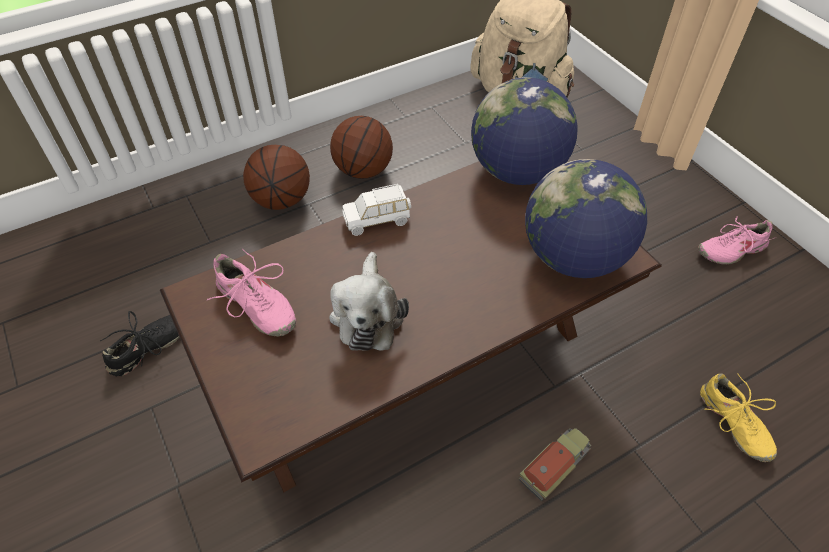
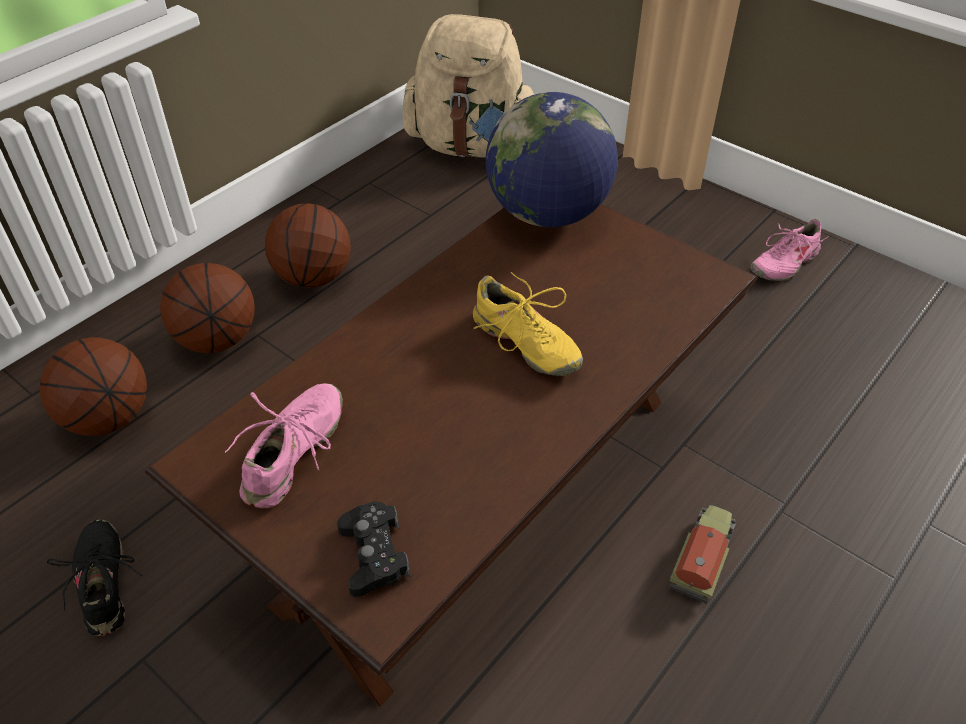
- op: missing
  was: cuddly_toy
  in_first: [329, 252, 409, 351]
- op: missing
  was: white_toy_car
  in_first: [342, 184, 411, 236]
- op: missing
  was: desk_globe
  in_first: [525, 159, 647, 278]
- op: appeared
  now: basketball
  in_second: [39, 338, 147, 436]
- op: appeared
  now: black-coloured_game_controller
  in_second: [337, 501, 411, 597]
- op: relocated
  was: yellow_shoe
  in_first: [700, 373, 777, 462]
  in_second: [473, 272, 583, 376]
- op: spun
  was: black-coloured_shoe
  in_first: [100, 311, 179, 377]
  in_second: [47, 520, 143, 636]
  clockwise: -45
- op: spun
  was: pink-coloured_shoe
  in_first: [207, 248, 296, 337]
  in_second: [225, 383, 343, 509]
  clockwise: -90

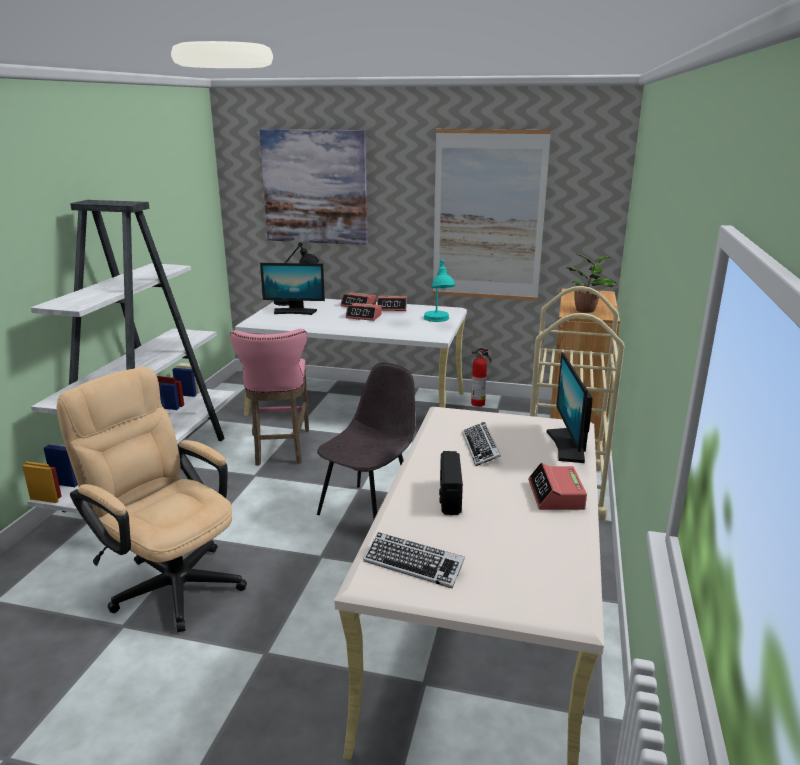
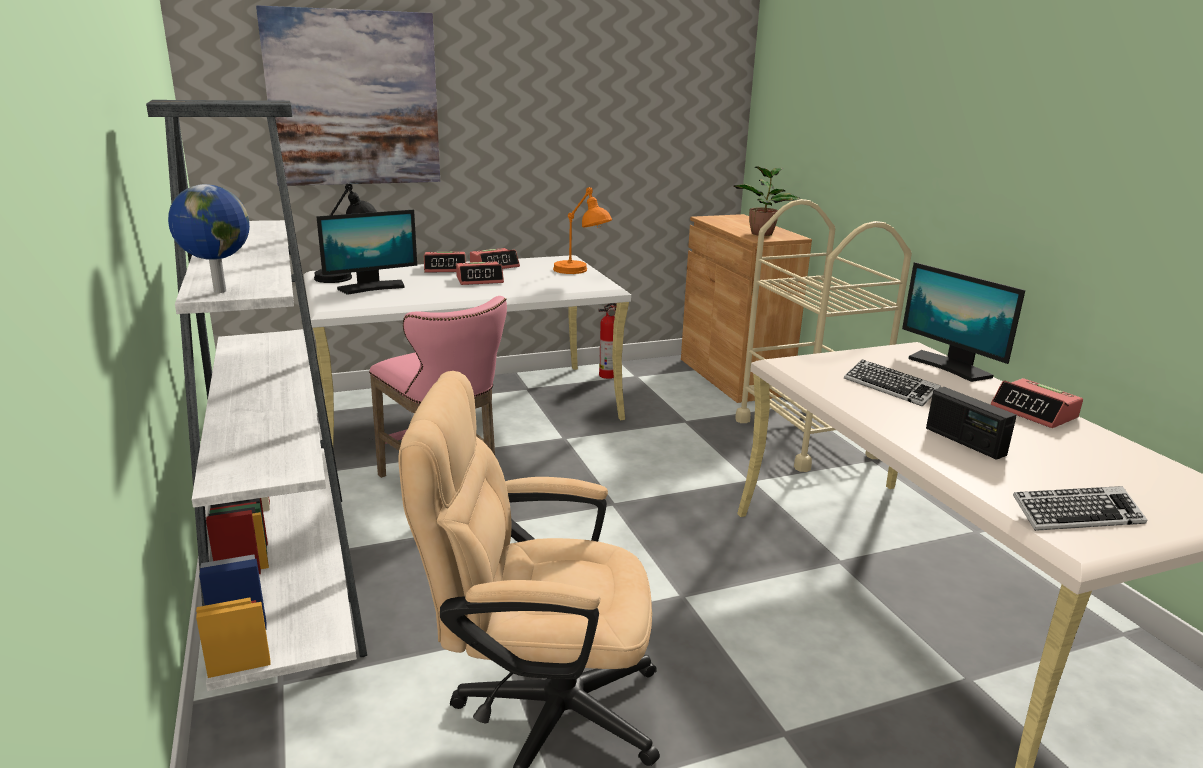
- op: missing
  was: greyish_upright_chair
  in_first: [317, 363, 415, 519]
- op: missing
  was: picture
  in_first: [433, 129, 551, 301]
- op: appeared
  now: desk_globe
  in_second: [168, 184, 250, 293]
- op: colour
  was: blue-green_tabletop_lamp
  now: orange-coloured_tabletop_lamp
  in_first: [424, 259, 455, 322]
  in_second: [553, 187, 612, 274]

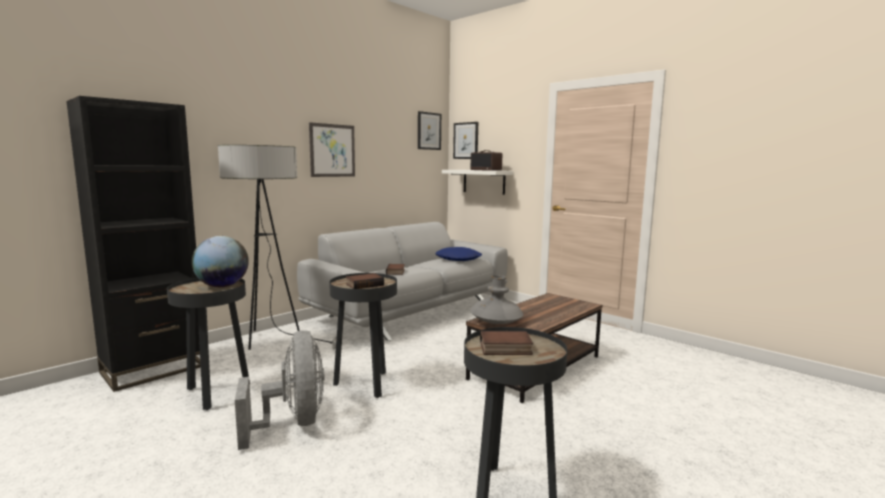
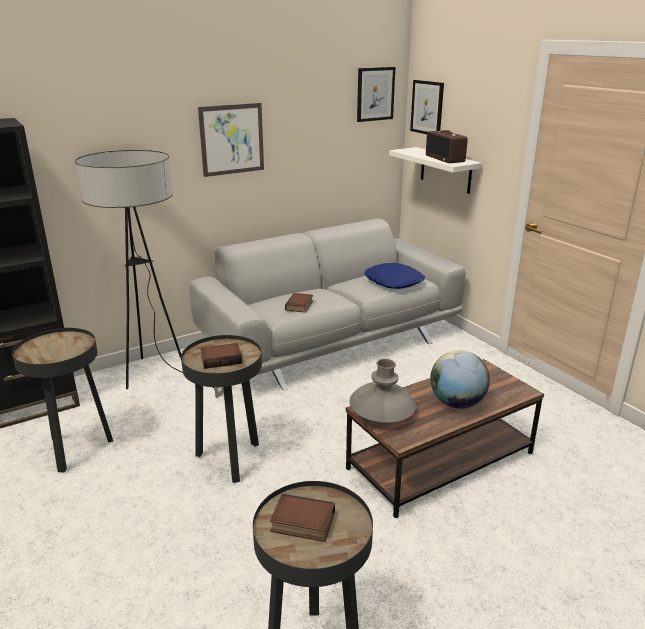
- op: missing
  was: greyish_fan
  in_first: [235, 330, 325, 450]
- op: relocated
  was: desk_globe
  in_first: [192, 236, 249, 287]
  in_second: [430, 350, 490, 409]

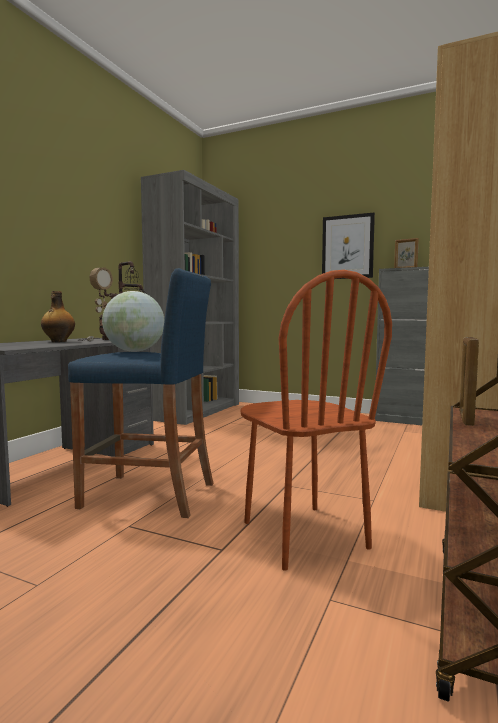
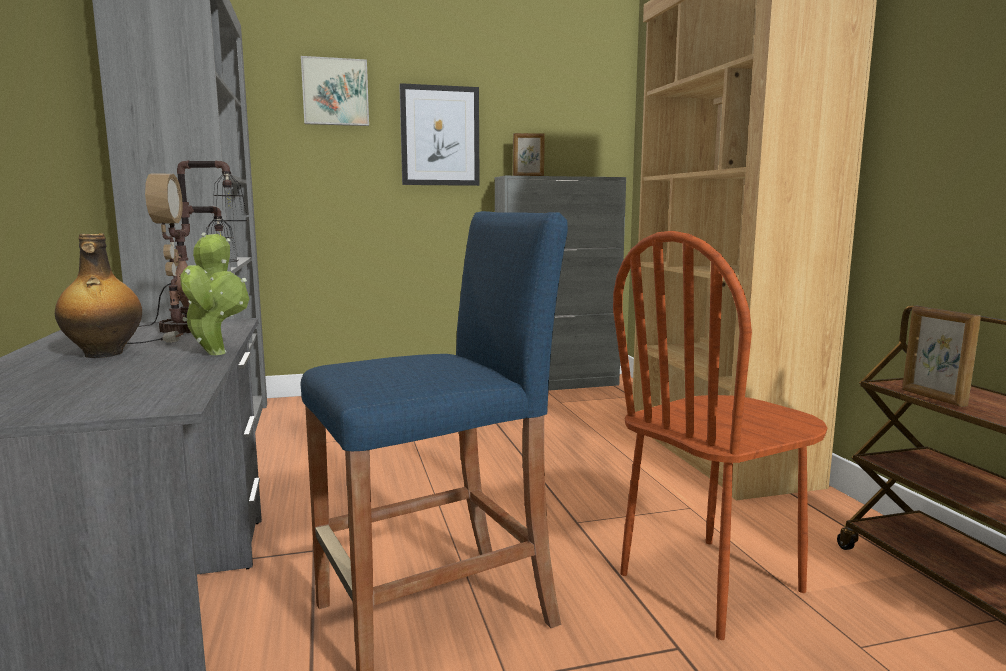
- op: missing
  was: desk_globe
  in_first: [102, 291, 164, 352]
- op: appeared
  now: plant_in_a_pot
  in_second: [180, 232, 249, 355]
- op: appeared
  now: picture
  in_second: [301, 56, 369, 126]
- op: spun
  was: brownish_upright_chair
  in_first: [240, 270, 392, 571]
  in_second: [613, 231, 828, 640]
  clockwise: 120

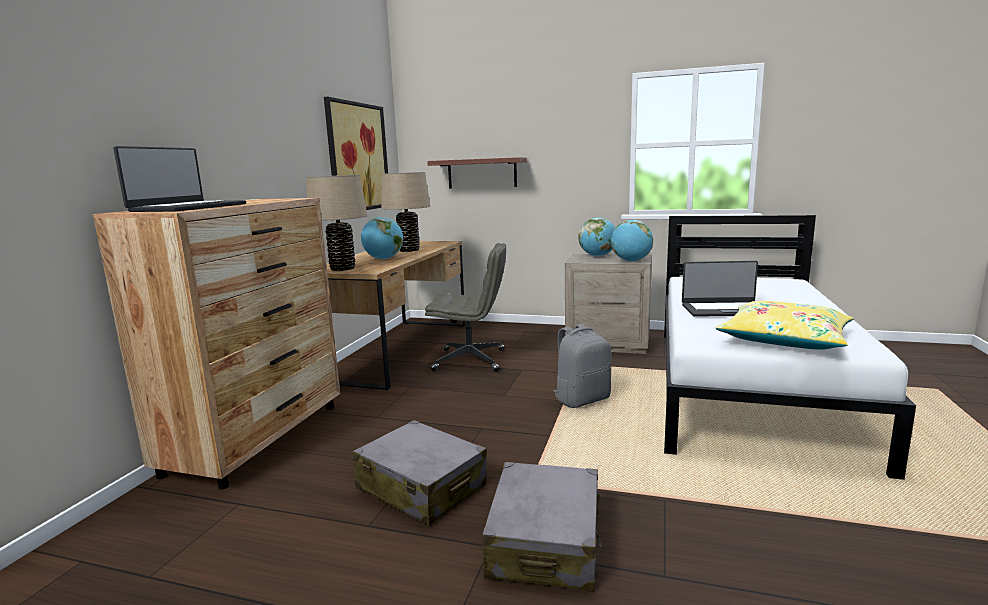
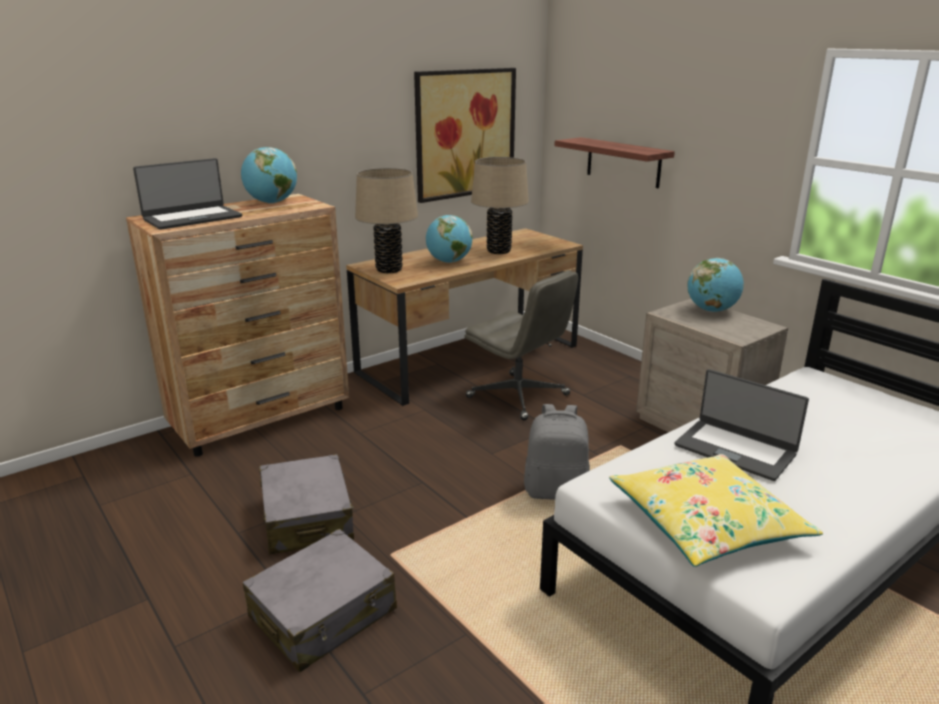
- op: relocated
  was: desk_globe
  in_first: [611, 220, 653, 261]
  in_second: [241, 147, 297, 204]

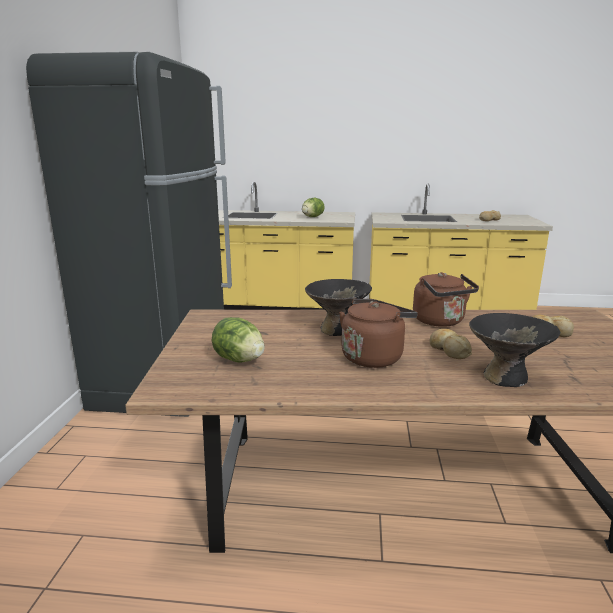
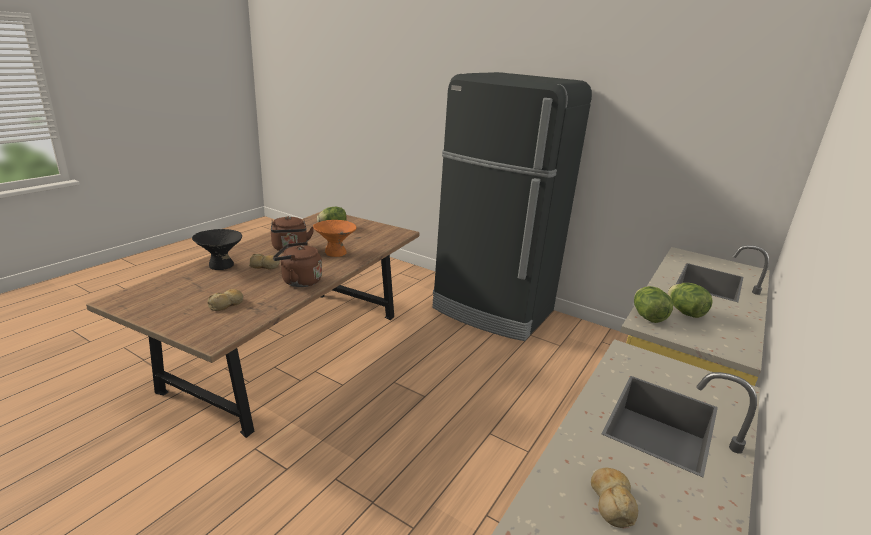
- op: appeared
  now: lettuce
  in_second: [634, 286, 673, 323]
- op: colour
  was: black-coloured_deep_dish
  now: orange-coloured_deep_dish
  in_first: [305, 279, 372, 336]
  in_second: [313, 220, 357, 257]

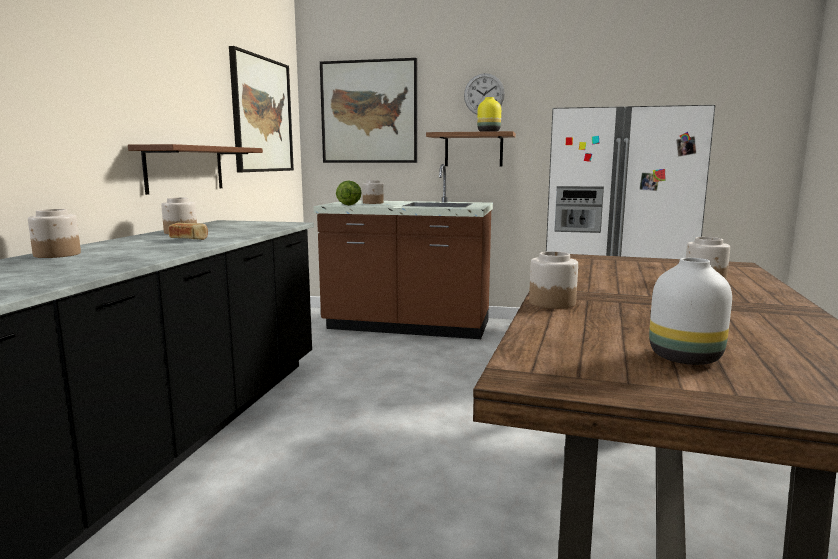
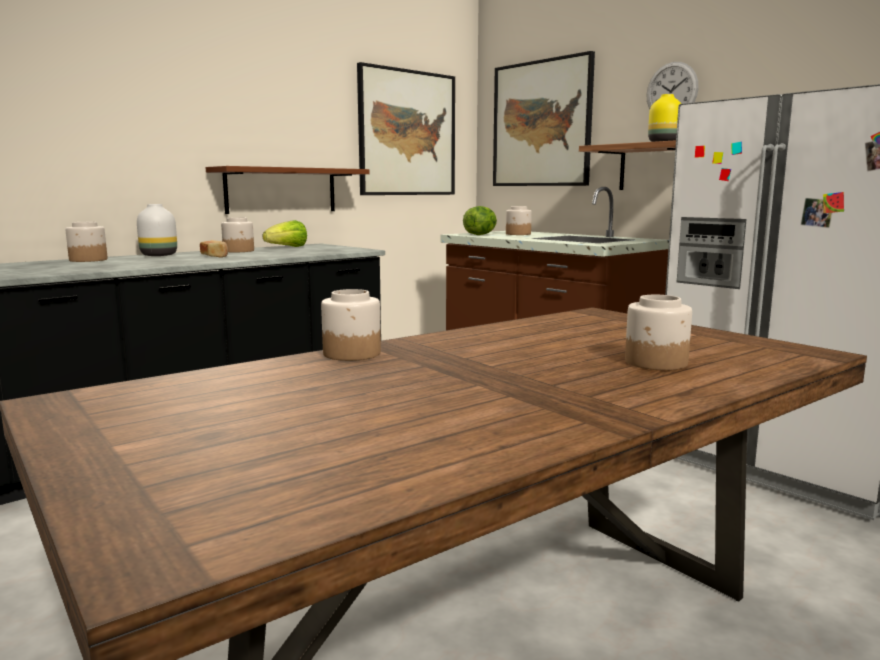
- op: appeared
  now: lettuce
  in_second: [263, 220, 307, 247]
- op: relocated
  was: white_vase
  in_first: [649, 258, 732, 365]
  in_second: [137, 204, 177, 256]

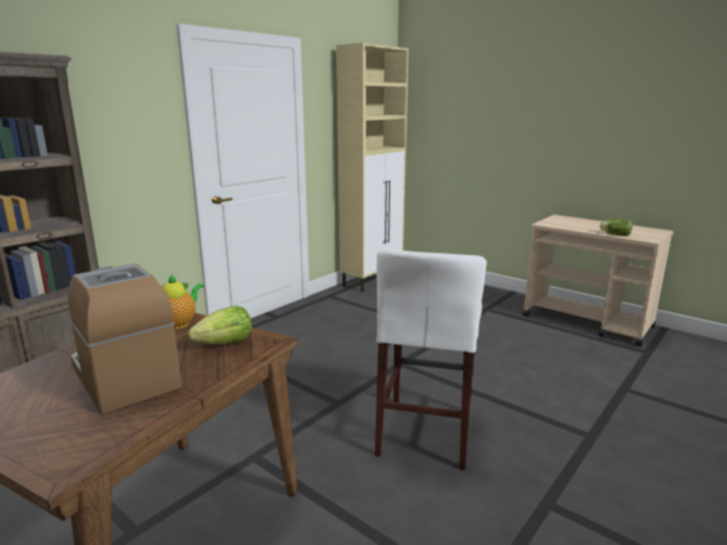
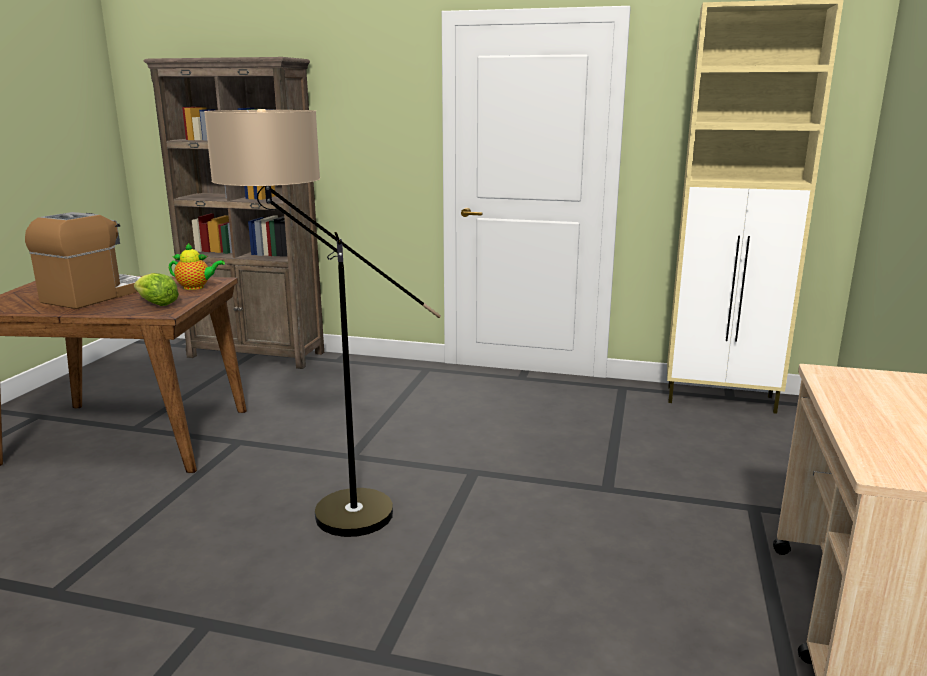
- op: missing
  was: lettuce
  in_first: [600, 219, 632, 236]
- op: exchanged
  was: white_sitting_stool
  now: standard_lamp
  in_first: [375, 250, 487, 470]
  in_second: [204, 109, 441, 537]

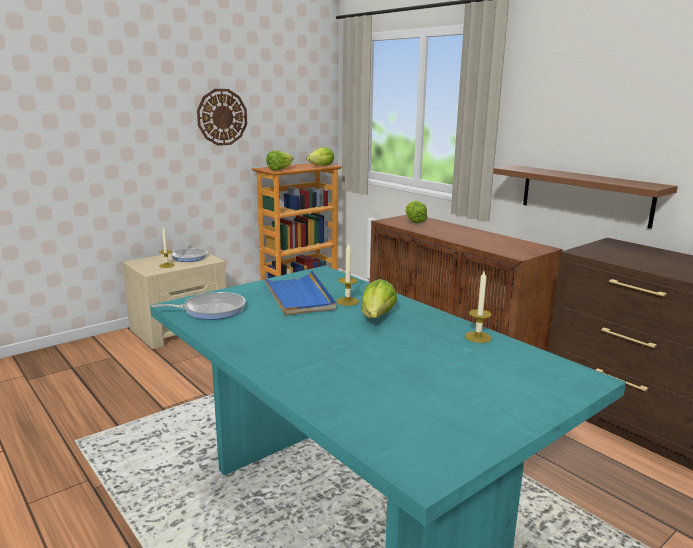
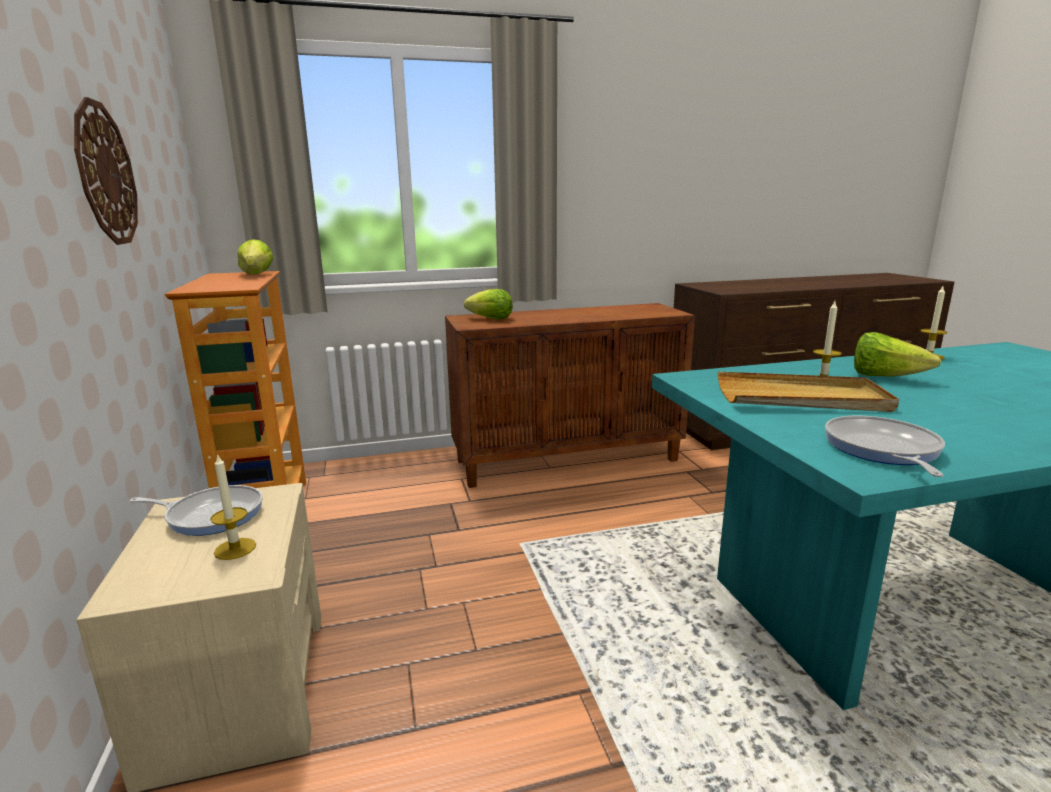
- op: missing
  was: lettuce
  in_first: [266, 150, 293, 171]
- op: missing
  was: brownish_bracket_shelf
  in_first: [493, 165, 678, 229]
- op: colour
  was: bluish_carrying_tray
  now: beige-coloured_carrying_tray
  in_first: [261, 270, 336, 316]
  in_second: [718, 371, 899, 412]

